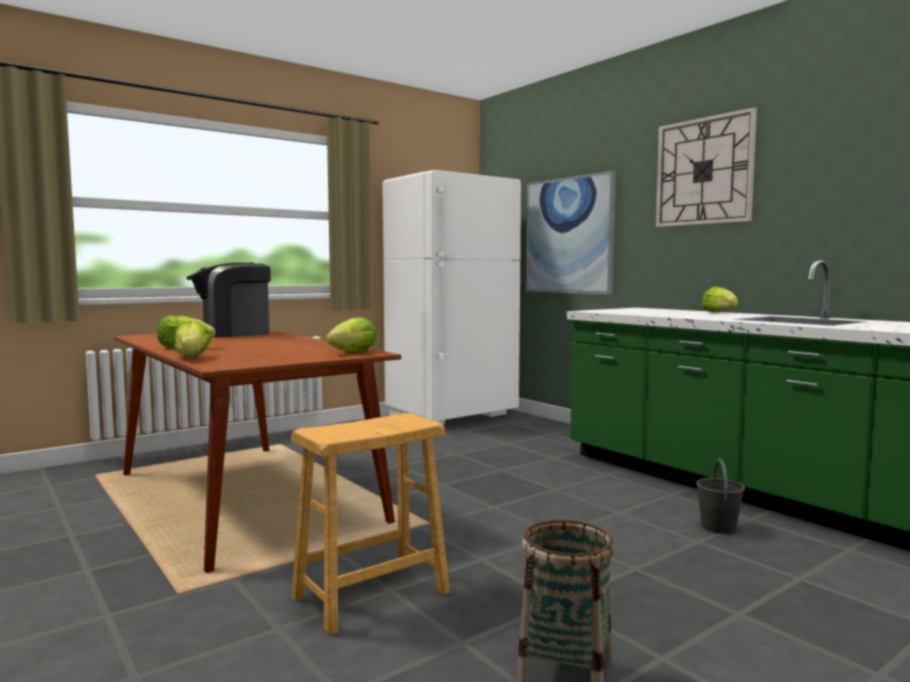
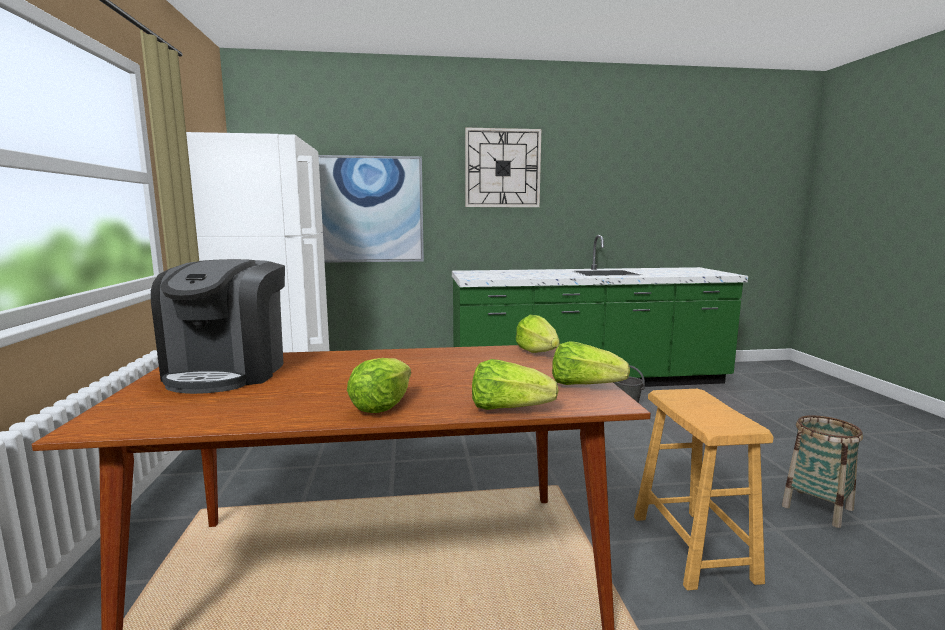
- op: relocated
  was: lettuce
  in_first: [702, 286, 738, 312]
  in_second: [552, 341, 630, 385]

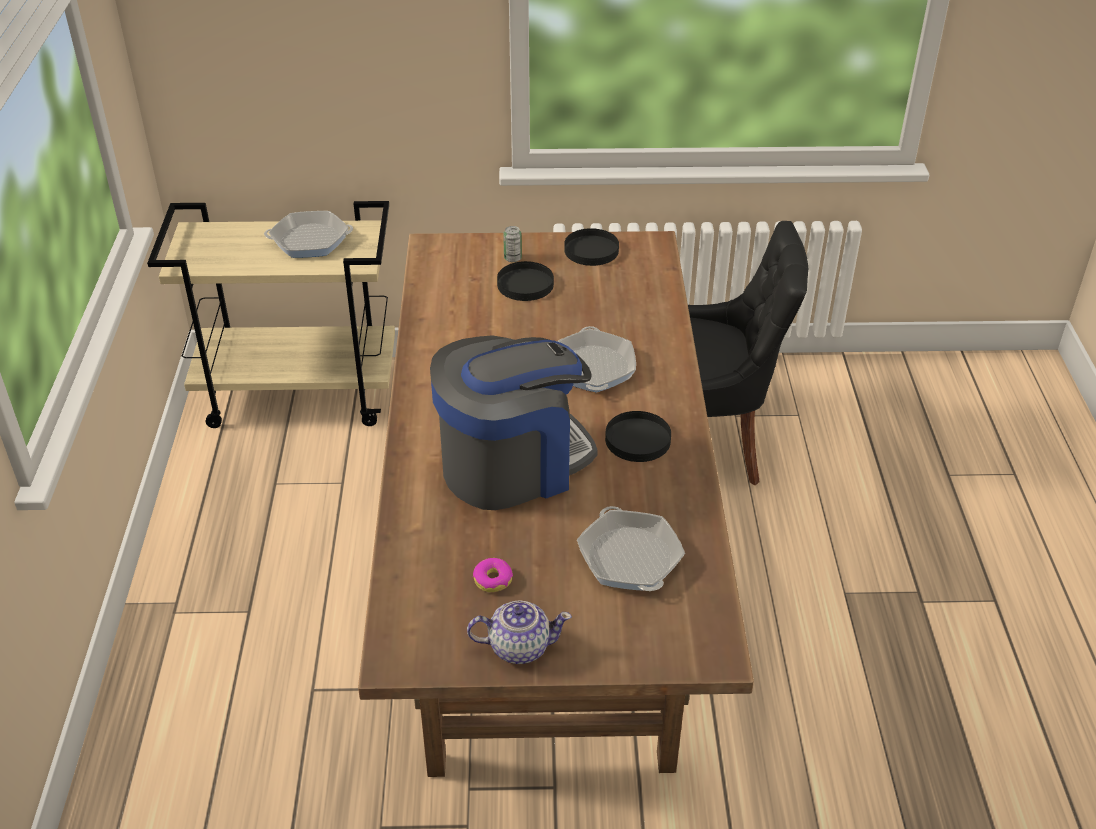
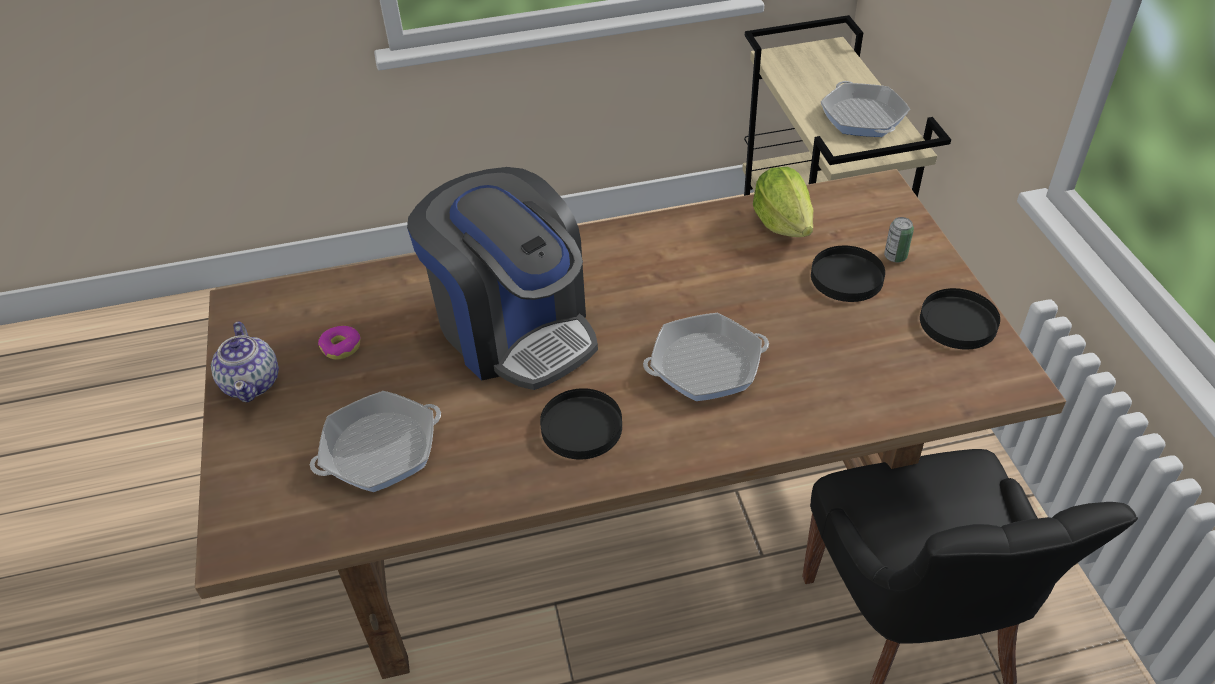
- op: appeared
  now: lettuce
  in_second: [753, 167, 813, 237]

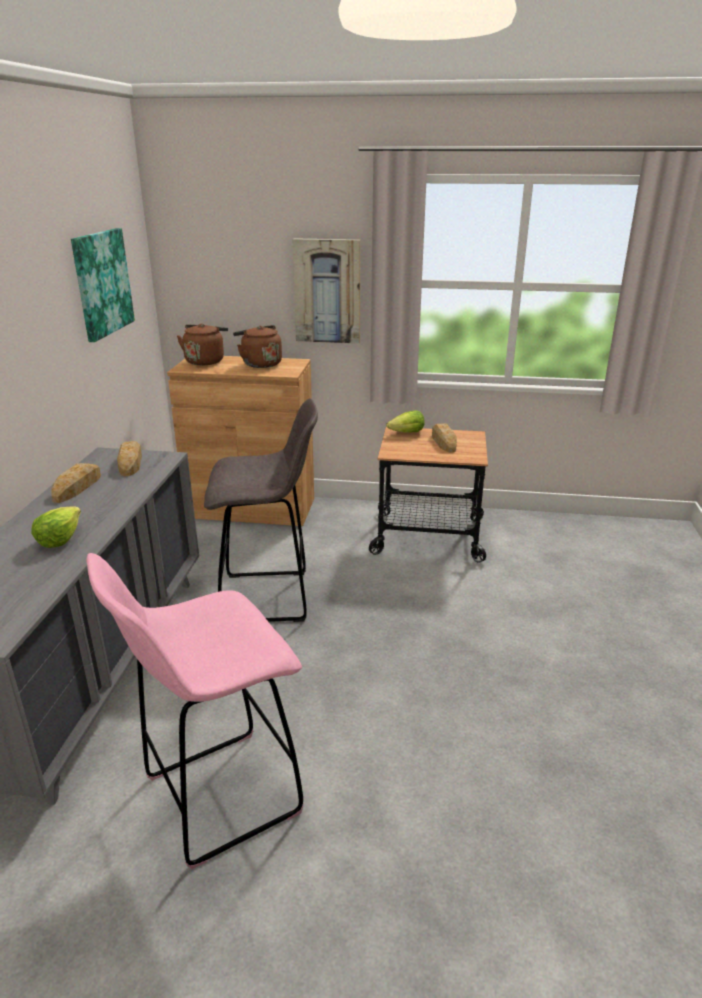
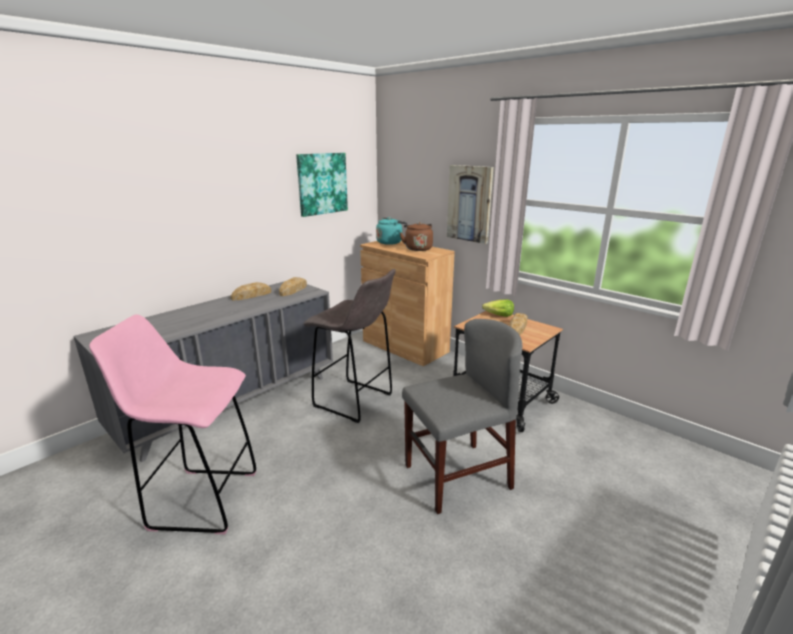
- op: missing
  was: lettuce
  in_first: [32, 506, 81, 548]
- op: appeared
  now: greyish_upright_chair
  in_second: [402, 319, 522, 514]
- op: colour
  was: brownish_water_kettle
  now: blue-green_water_kettle
  in_first: [177, 323, 228, 365]
  in_second: [376, 217, 407, 245]

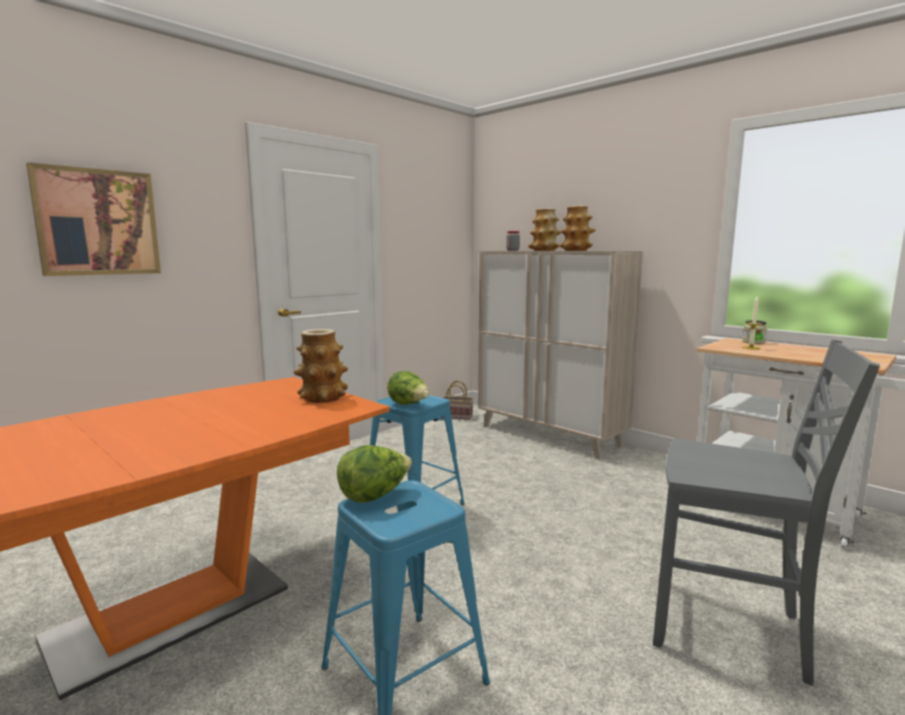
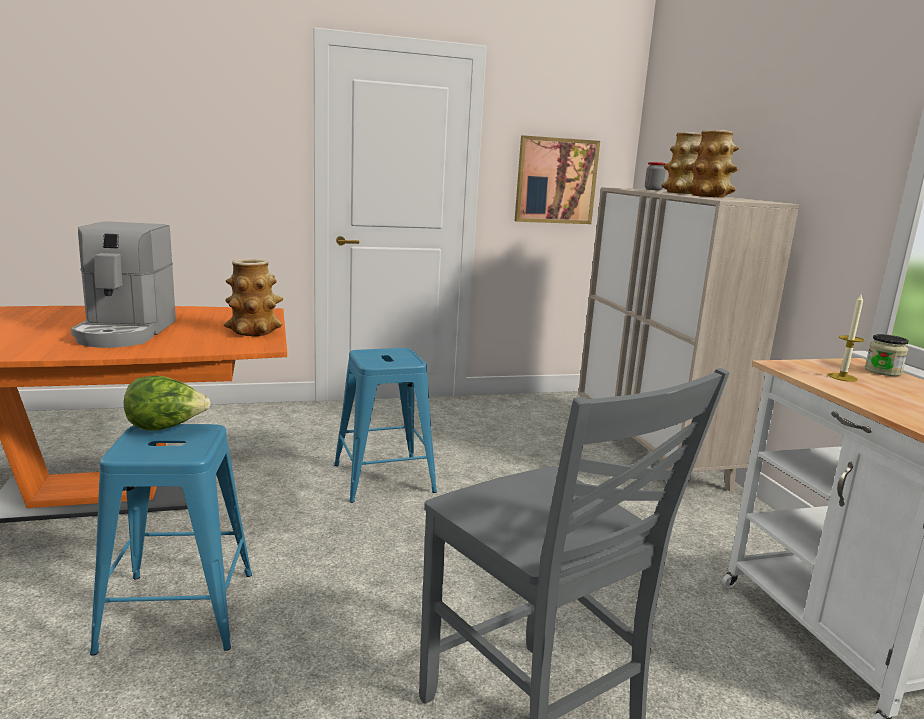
- op: missing
  was: lettuce
  in_first: [387, 371, 429, 405]
- op: missing
  was: basket
  in_first: [441, 381, 473, 420]
- op: appeared
  now: coffee_maker
  in_second: [71, 221, 176, 348]
- op: relocated
  was: picture
  in_first: [26, 162, 161, 276]
  in_second: [515, 135, 600, 224]

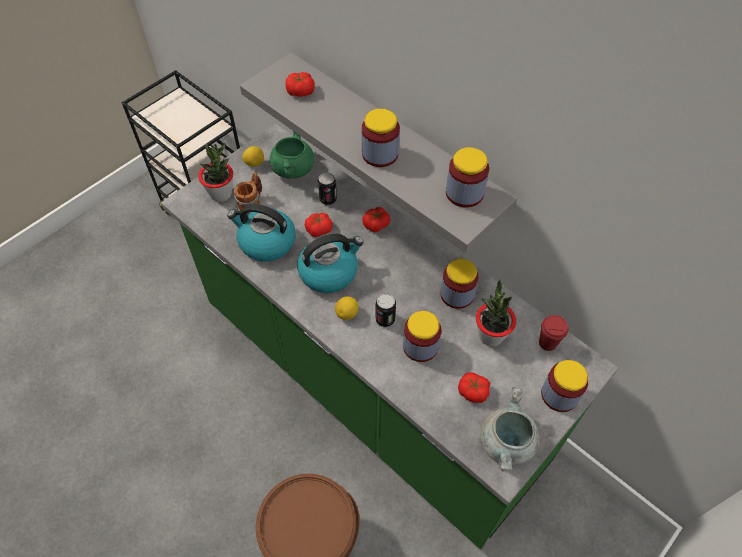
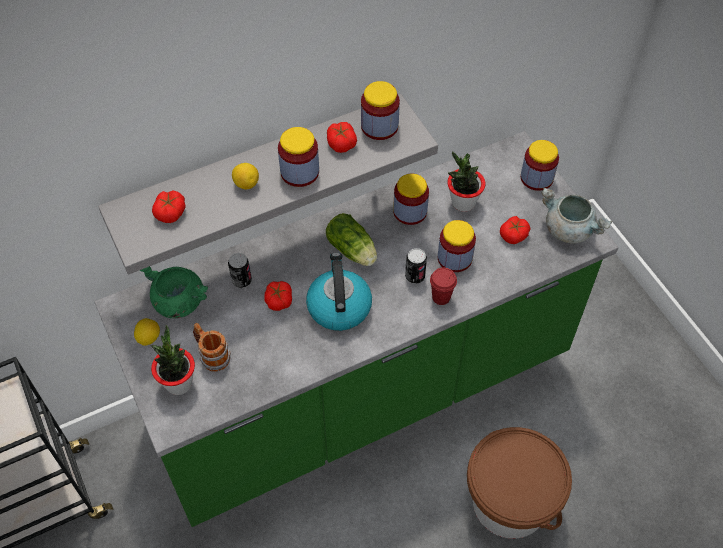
- op: missing
  was: water_kettle
  in_first: [227, 204, 296, 262]
- op: appeared
  now: lettuce
  in_second: [326, 213, 377, 266]
- op: relocated
  was: lemon
  in_first: [335, 296, 359, 320]
  in_second: [232, 163, 259, 189]
- op: relocated
  was: tomato
  in_first: [362, 207, 391, 232]
  in_second: [327, 122, 357, 153]
- op: relocated
  was: red-coloured_drinking_cup
  in_first: [539, 315, 568, 351]
  in_second: [430, 268, 457, 305]

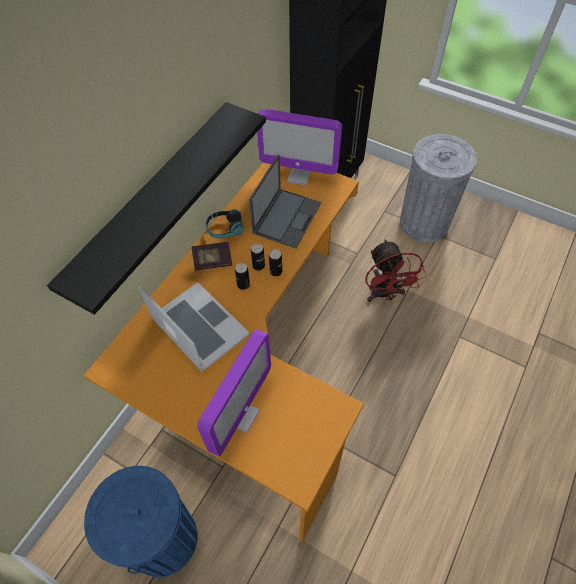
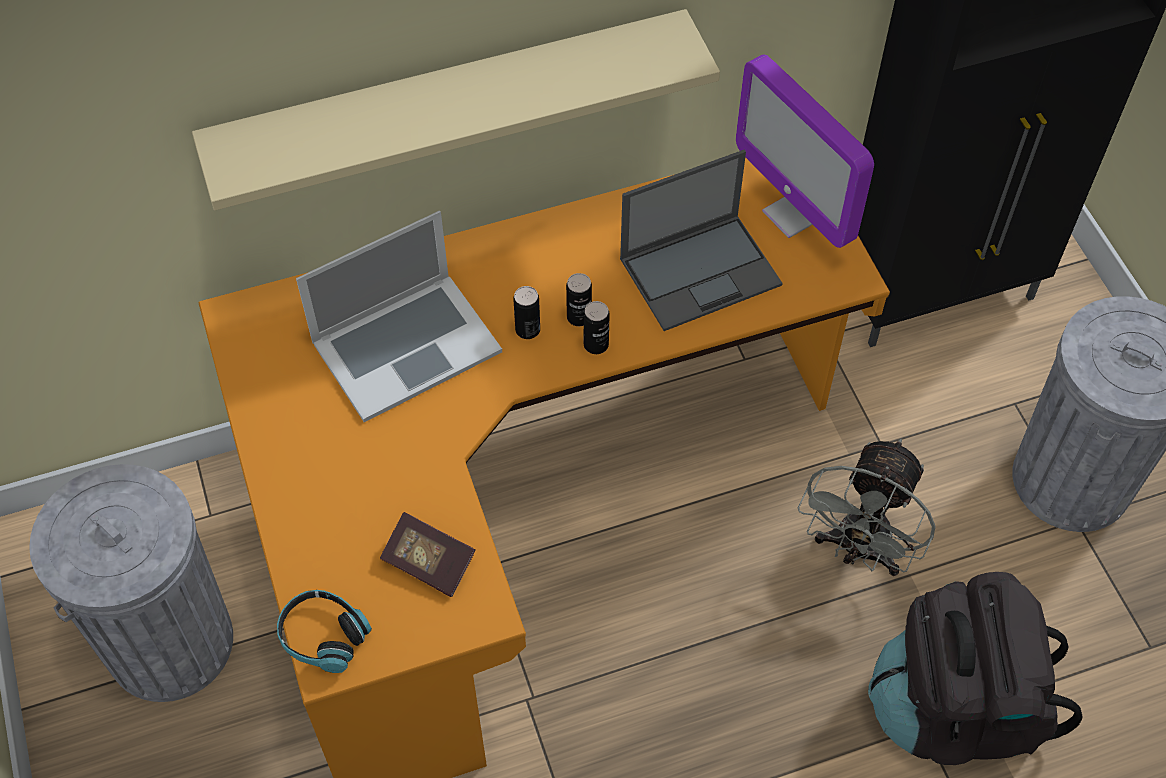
- op: missing
  was: computer_screen
  in_first: [197, 329, 271, 457]
- op: appeared
  now: black-coloured_knapsack
  in_second: [868, 572, 1083, 765]
- op: relocated
  was: bound_book
  in_first: [191, 242, 232, 271]
  in_second: [380, 512, 475, 597]
- op: relocated
  was: pair_of_headphones
  in_first: [205, 209, 244, 238]
  in_second: [277, 590, 372, 673]
- op: colour
  was: black-coloured_bracket_shelf
  now: beige-coloured_bracket_shelf
  in_first: [47, 102, 266, 315]
  in_second: [192, 9, 720, 210]
- op: colour
  was: bluish_waste_bin
  now: greyish_waste_bin
  in_first: [84, 466, 197, 577]
  in_second: [29, 464, 233, 702]
- op: colour
  was: red-coloured_fan
  now: greyish_fan
  in_first: [365, 240, 427, 302]
  in_second: [798, 439, 936, 576]
- op: spun
  was: laptop
  in_first: [139, 282, 250, 372]
  in_second: [296, 211, 502, 422]
  clockwise: 60

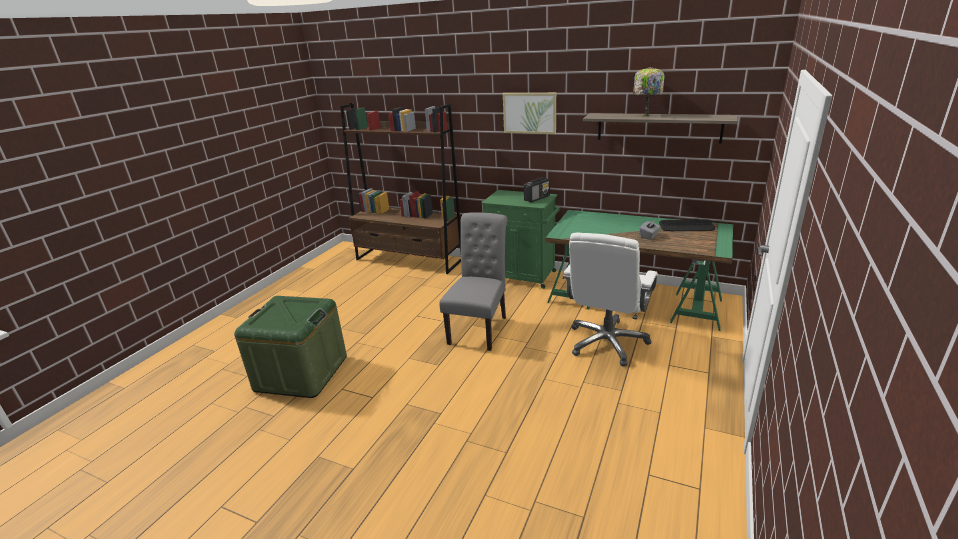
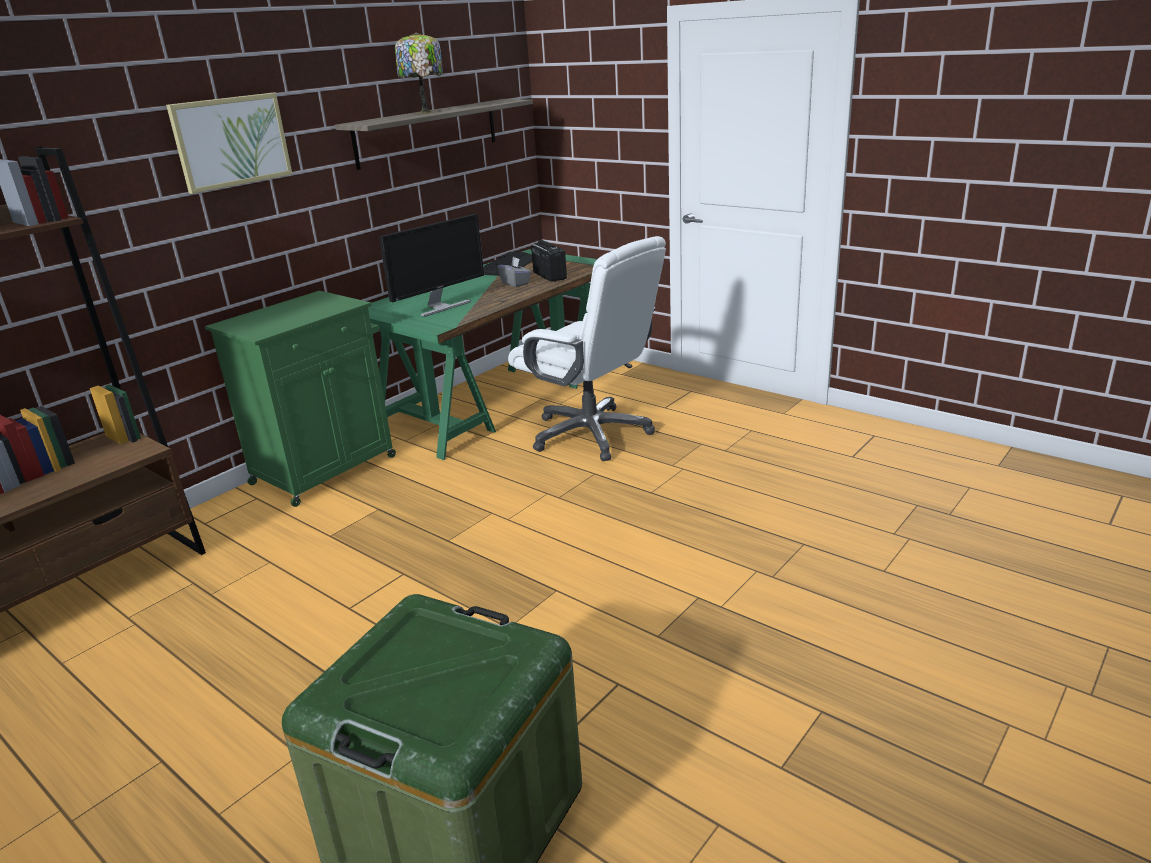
- op: missing
  was: greyish_upright_chair
  in_first: [439, 212, 508, 351]
- op: appeared
  now: computer_screen
  in_second: [379, 214, 484, 317]
- op: relocated
  was: radio_receiver
  in_first: [524, 177, 550, 202]
  in_second: [531, 240, 567, 282]

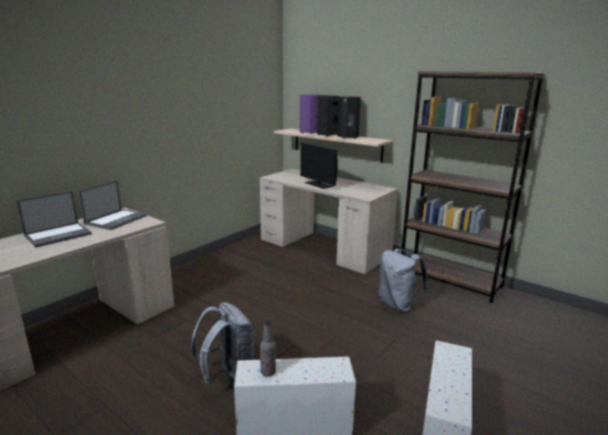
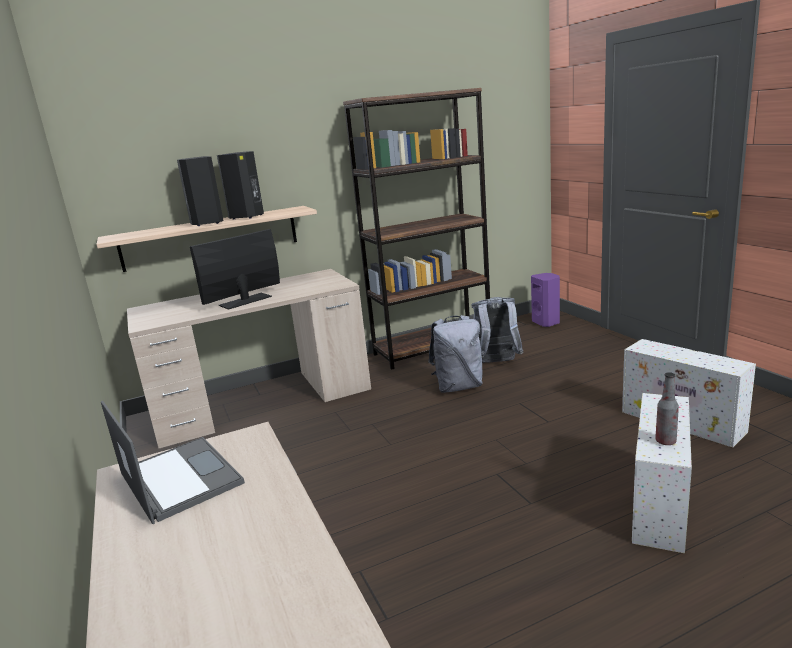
- op: missing
  was: laptop
  in_first: [16, 191, 92, 248]
- op: relocated
  was: greyish_knapsack
  in_first: [191, 302, 255, 384]
  in_second: [472, 297, 524, 363]
- op: relocated
  was: purplish_audio_speaker
  in_first: [300, 94, 321, 134]
  in_second: [531, 273, 560, 327]
- op: spun
  was: computer_screen
  in_first: [300, 143, 338, 189]
  in_second: [190, 229, 280, 310]
  clockwise: 150

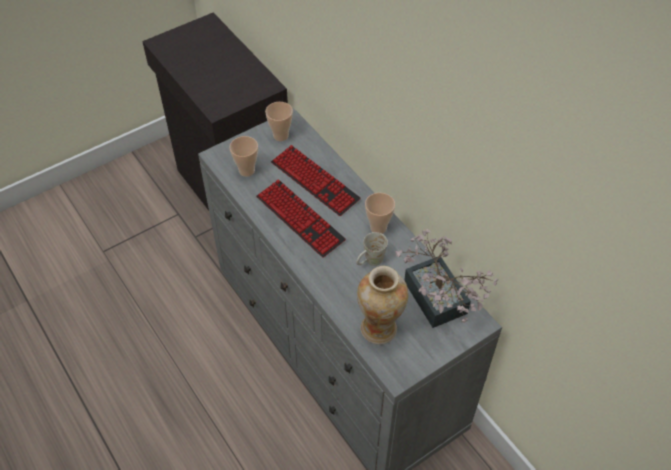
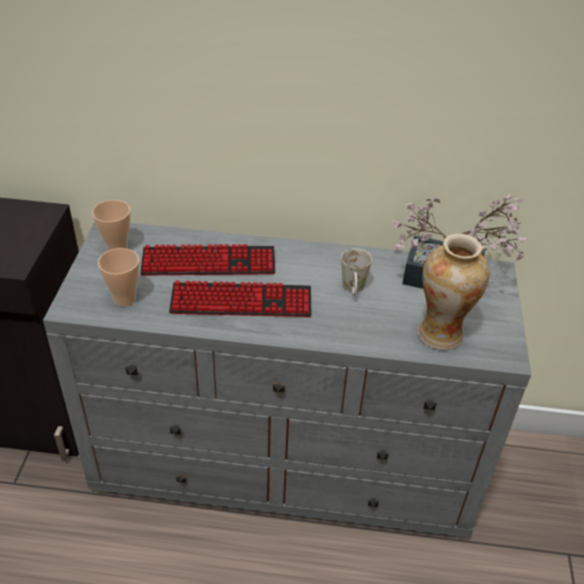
- op: missing
  was: drinking_cup
  in_first: [365, 193, 395, 234]

